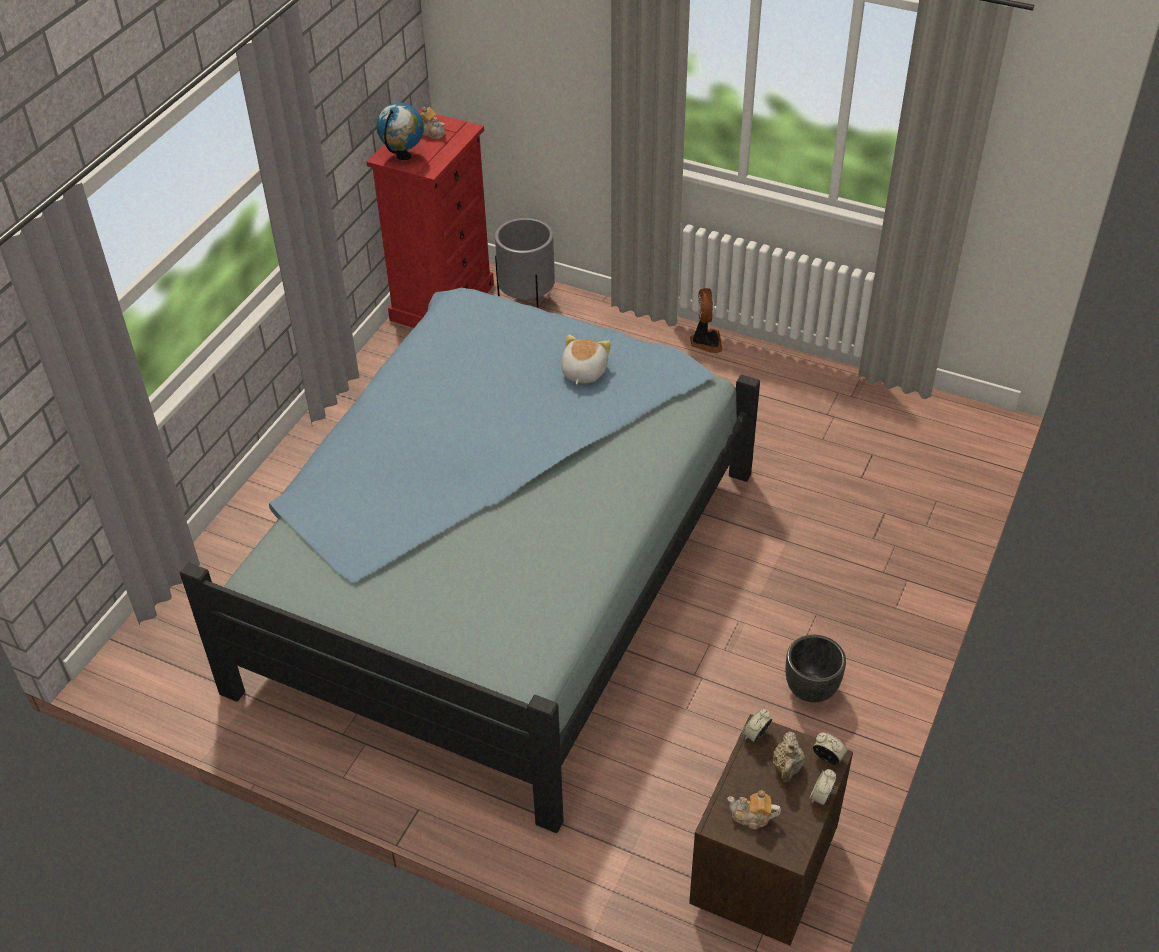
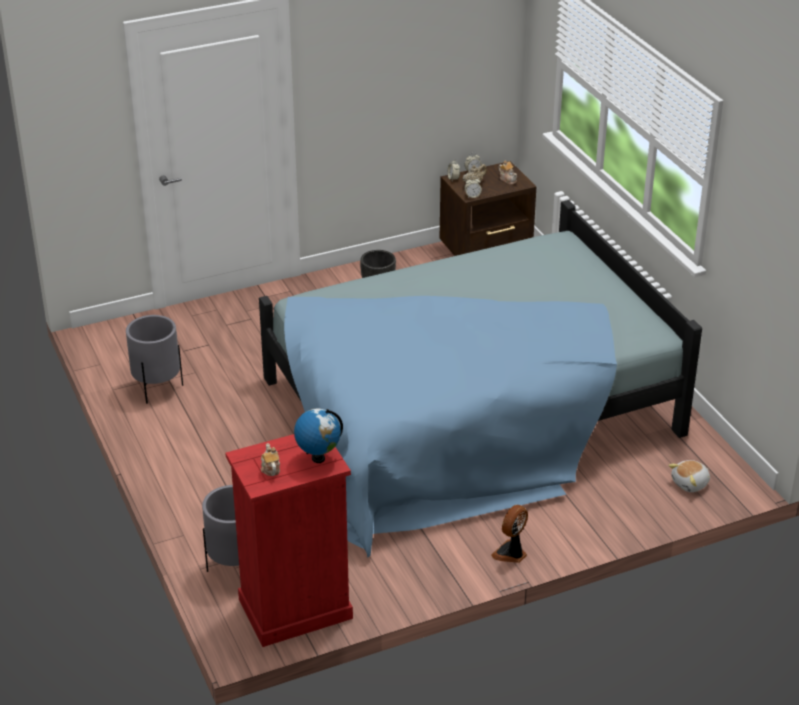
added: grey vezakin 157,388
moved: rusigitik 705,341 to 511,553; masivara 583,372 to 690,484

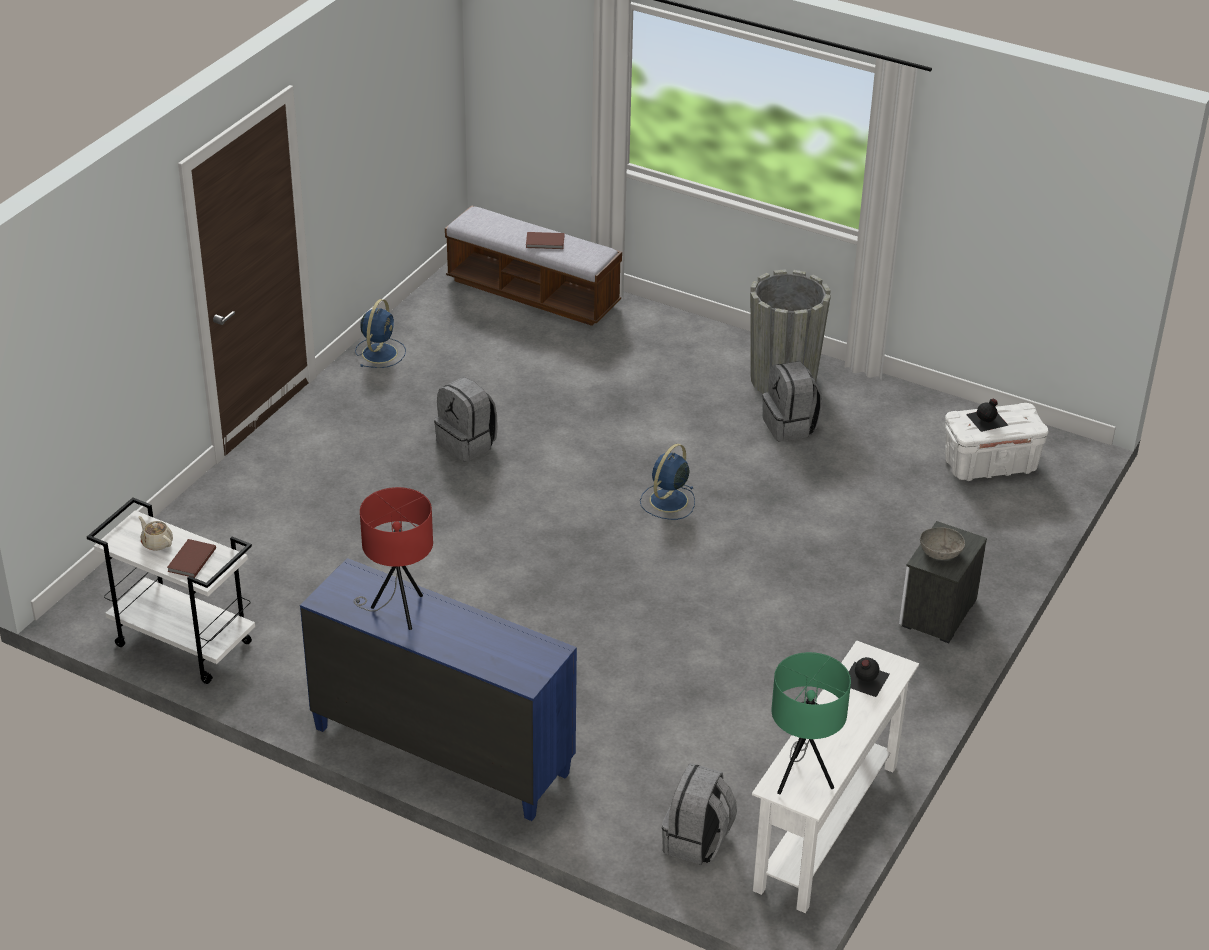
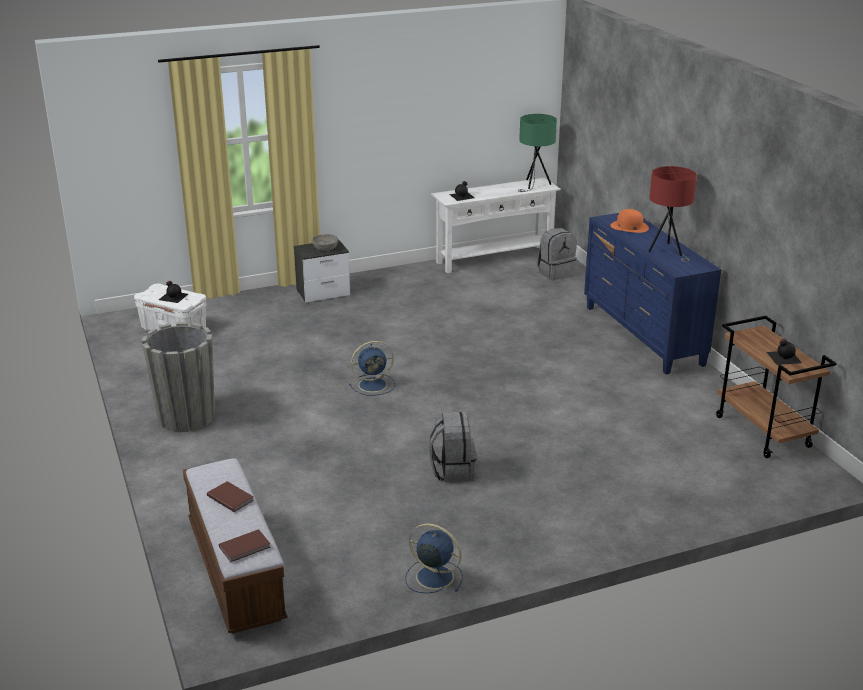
removed: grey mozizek 790,426
added: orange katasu 629,226
moved: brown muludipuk 190,560 to 246,547
replaced: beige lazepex 157,543 to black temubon 783,357
recoloured: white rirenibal 182,644 to brown rirenibal 764,432
turned: blue rusigitik 380,352 = 433,576 60 degrees clockwise

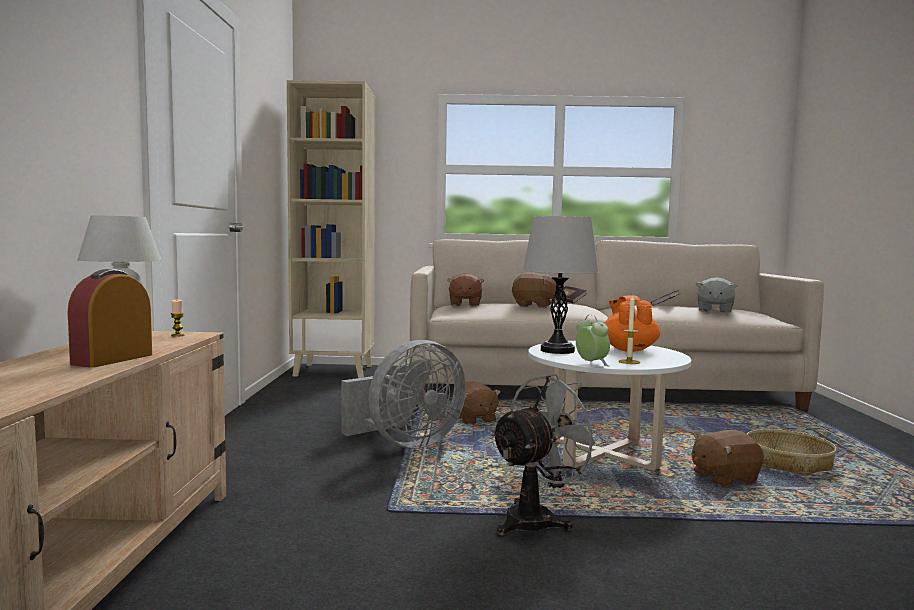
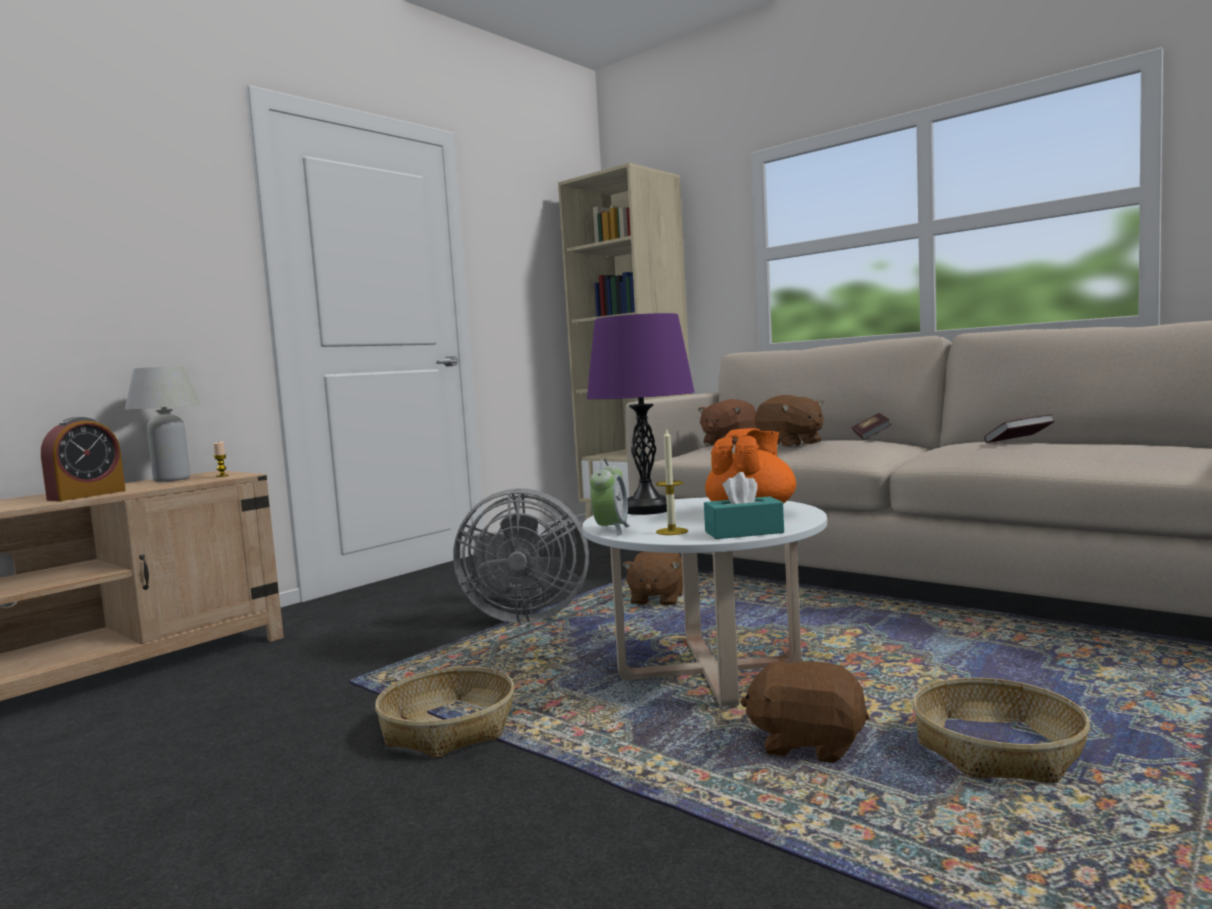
removed: grey masivara 714,310
added: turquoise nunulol 744,532
replaced: grey rusigitik 538,519 to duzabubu 448,728
recoloured: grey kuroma 557,350 to purple kuroma 647,510
turned: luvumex 112,359 = 87,495 150 degrees clockwise

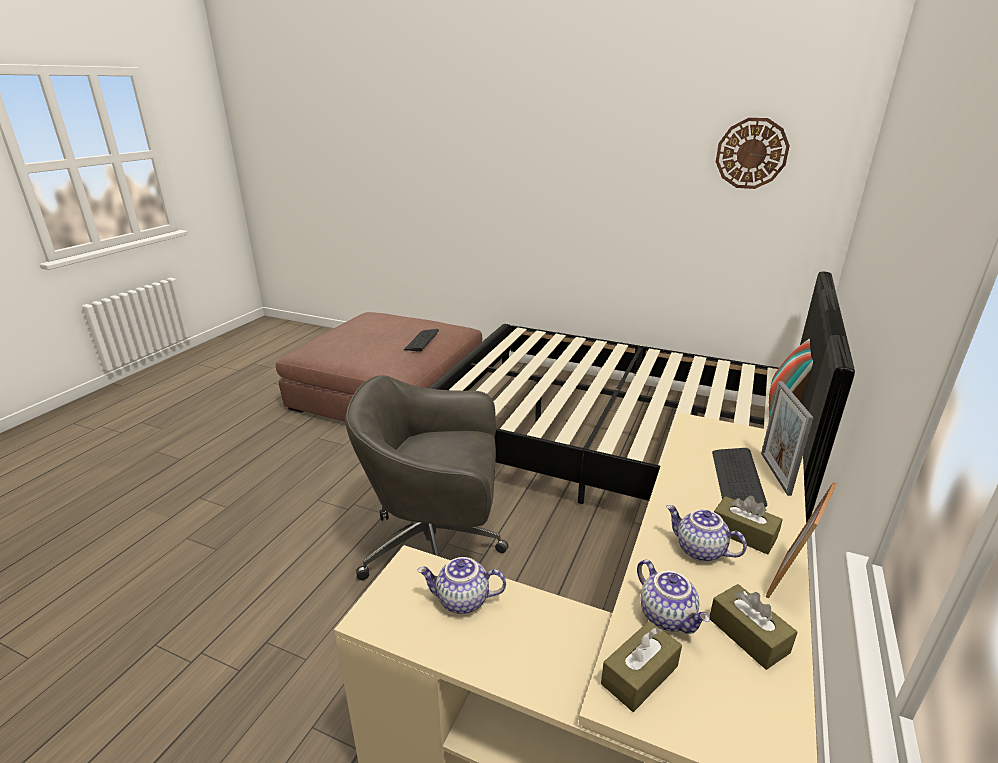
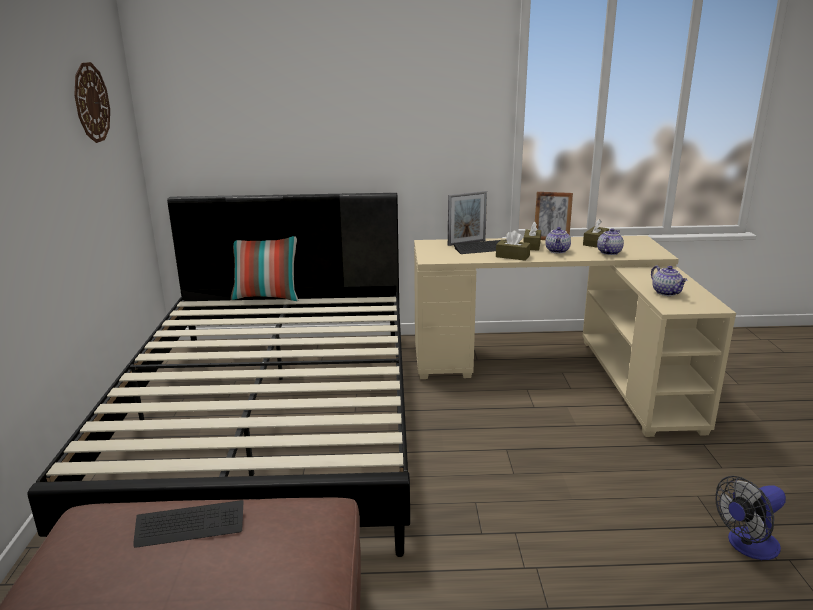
removed: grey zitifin 436,548
added: rusigitik 747,546
moved: brown nunulol 639,675 to 512,256

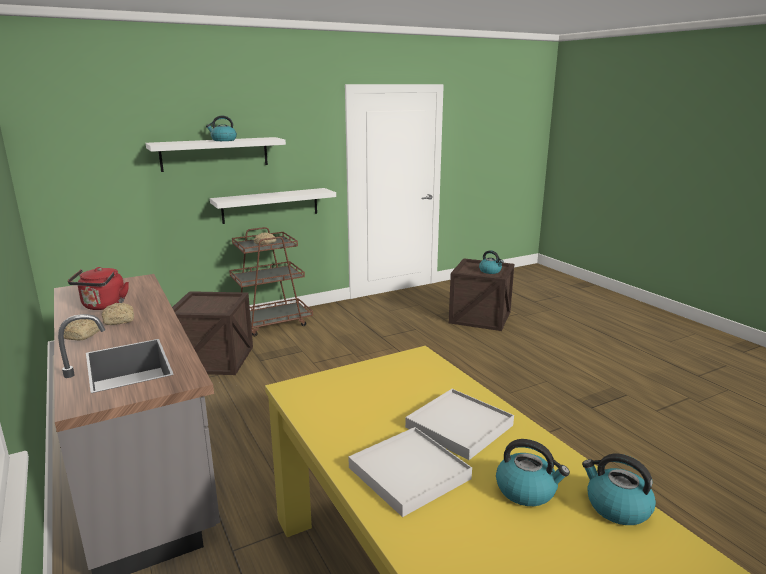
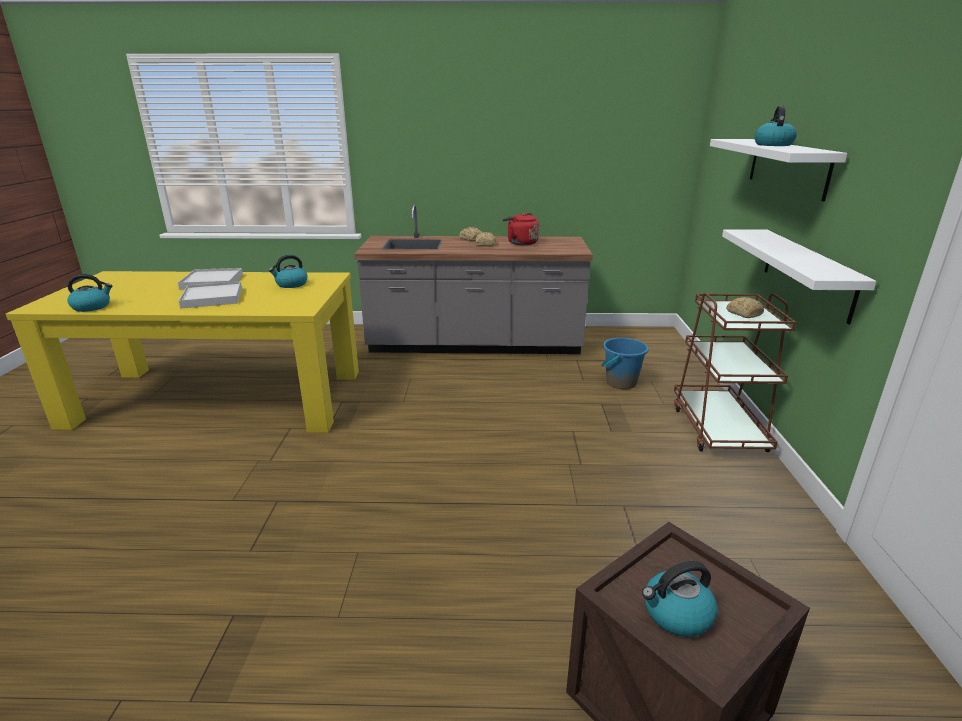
moved: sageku 527,490 to 291,284
replaced: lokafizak 214,359 to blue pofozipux 620,382

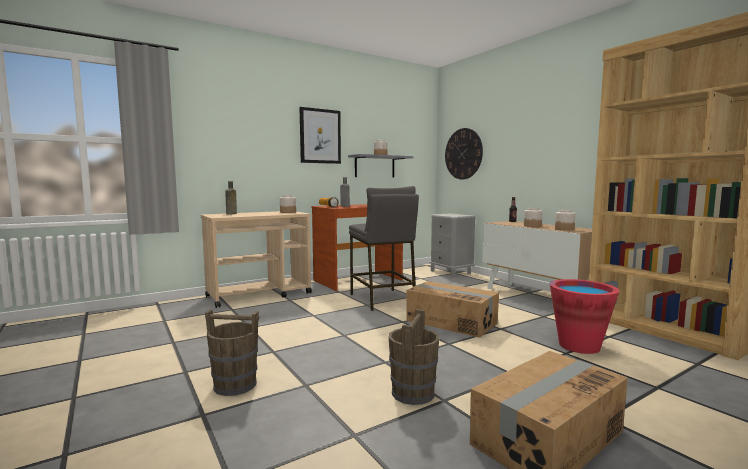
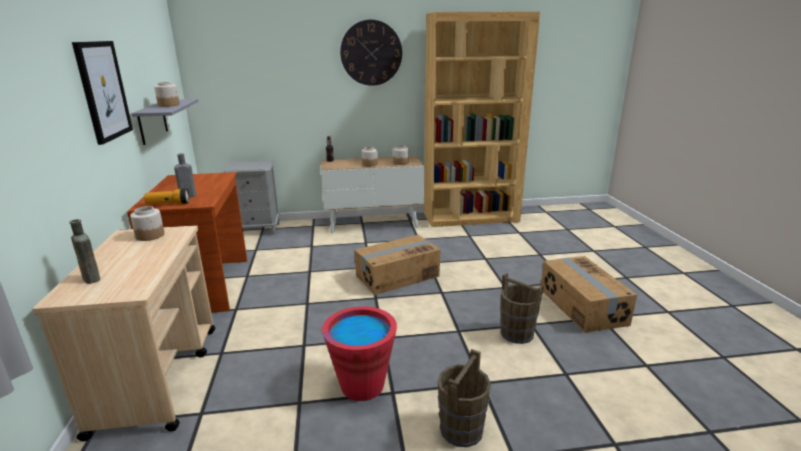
removed: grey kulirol 382,299
moved: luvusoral 463,154 to 371,53; red pofozipux 579,346 to 362,385

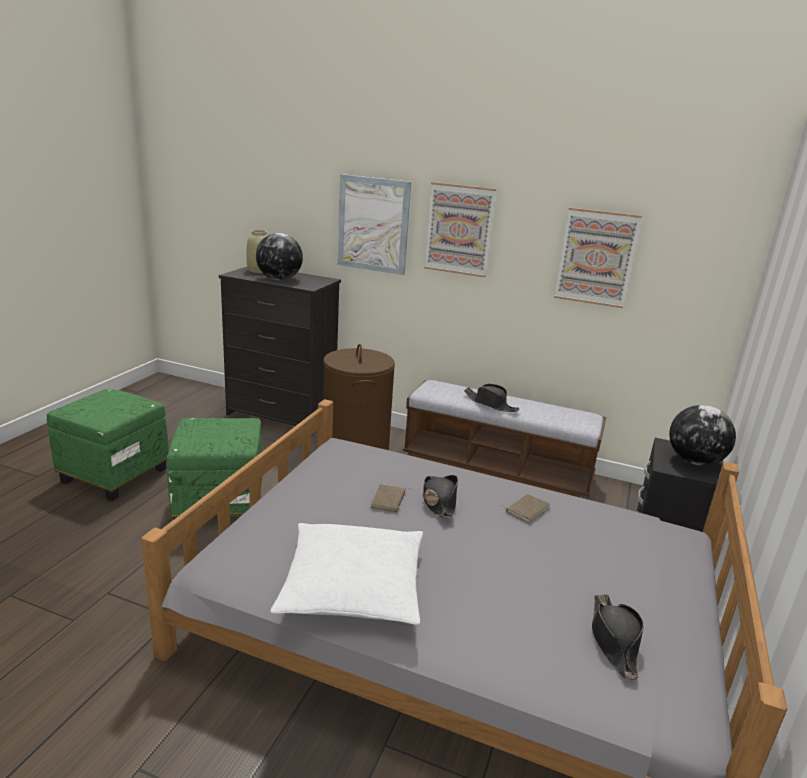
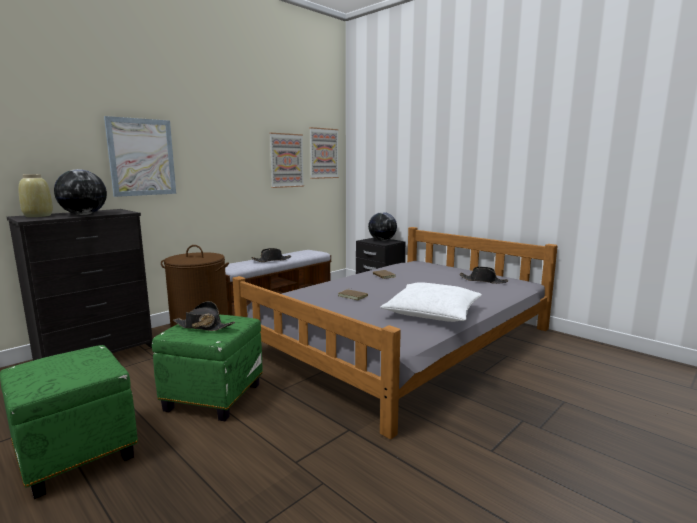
moved: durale 459,229 to 323,153; black katasu 439,501 to 203,326

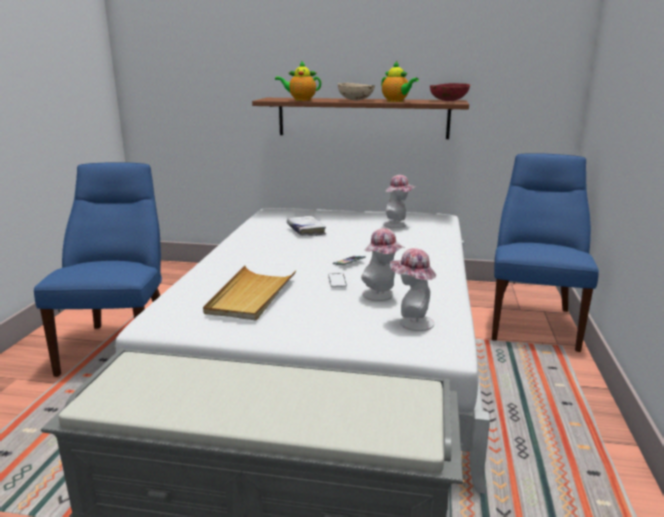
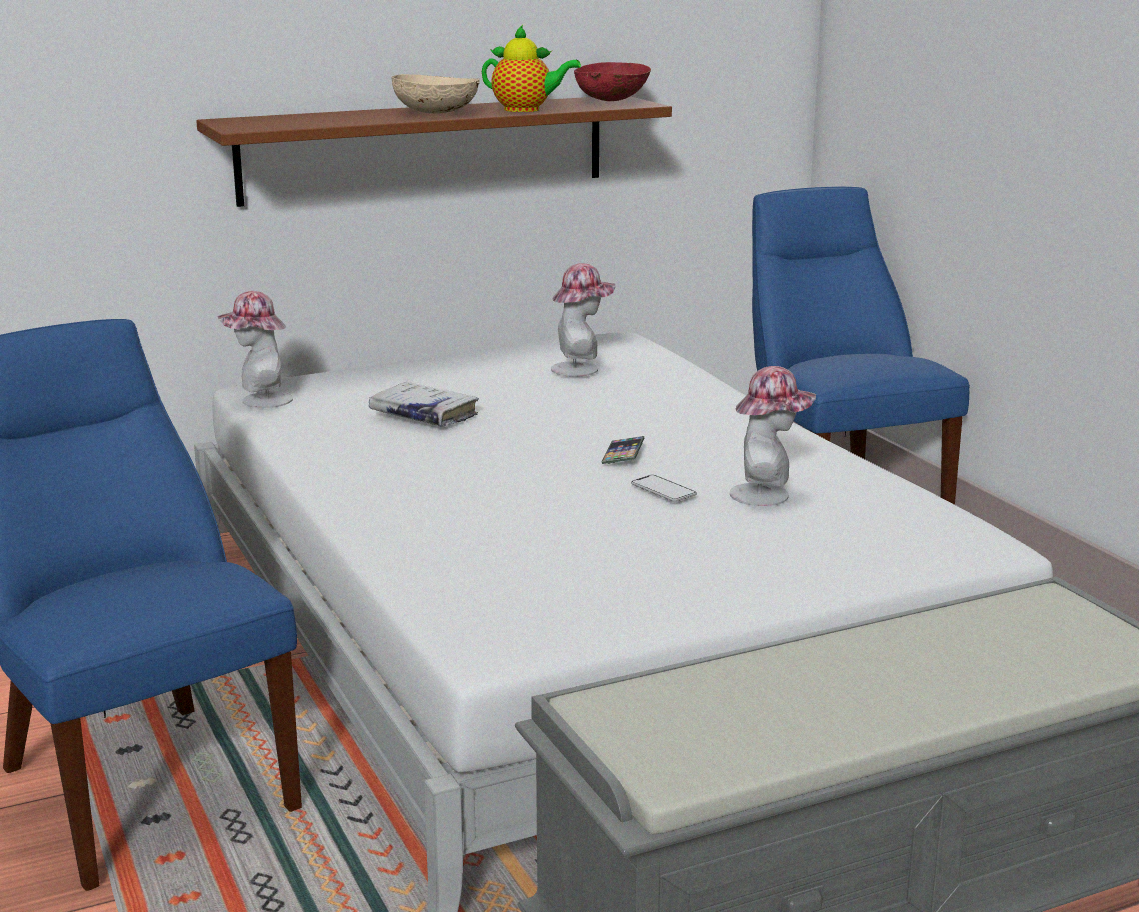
removed: lazepex 300,100; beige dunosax 251,296
moved: katasu 411,322 to 260,401

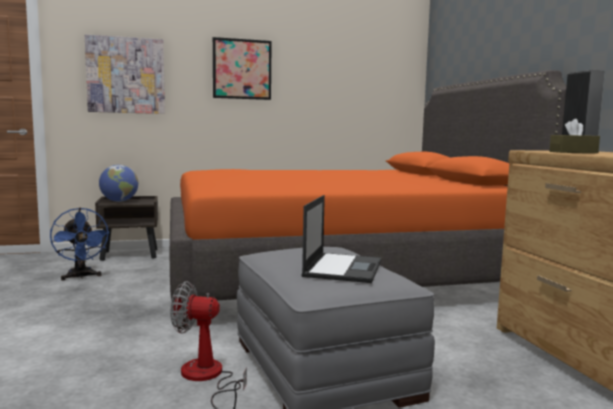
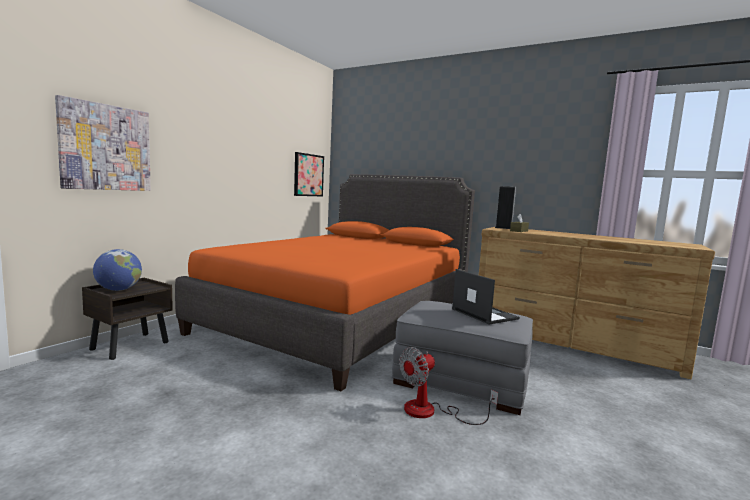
removed: blue rusigitik 81,277
moved: durale 242,69 to 308,175

